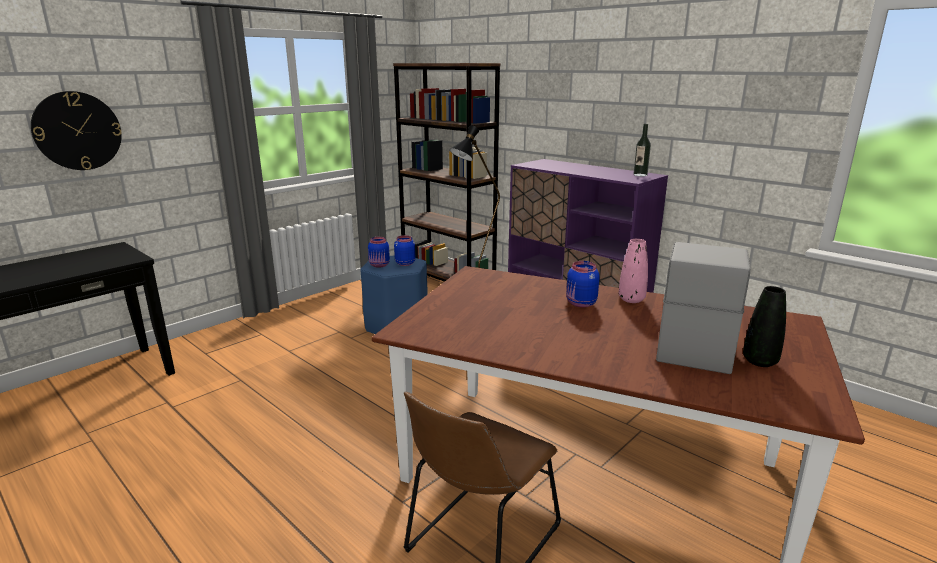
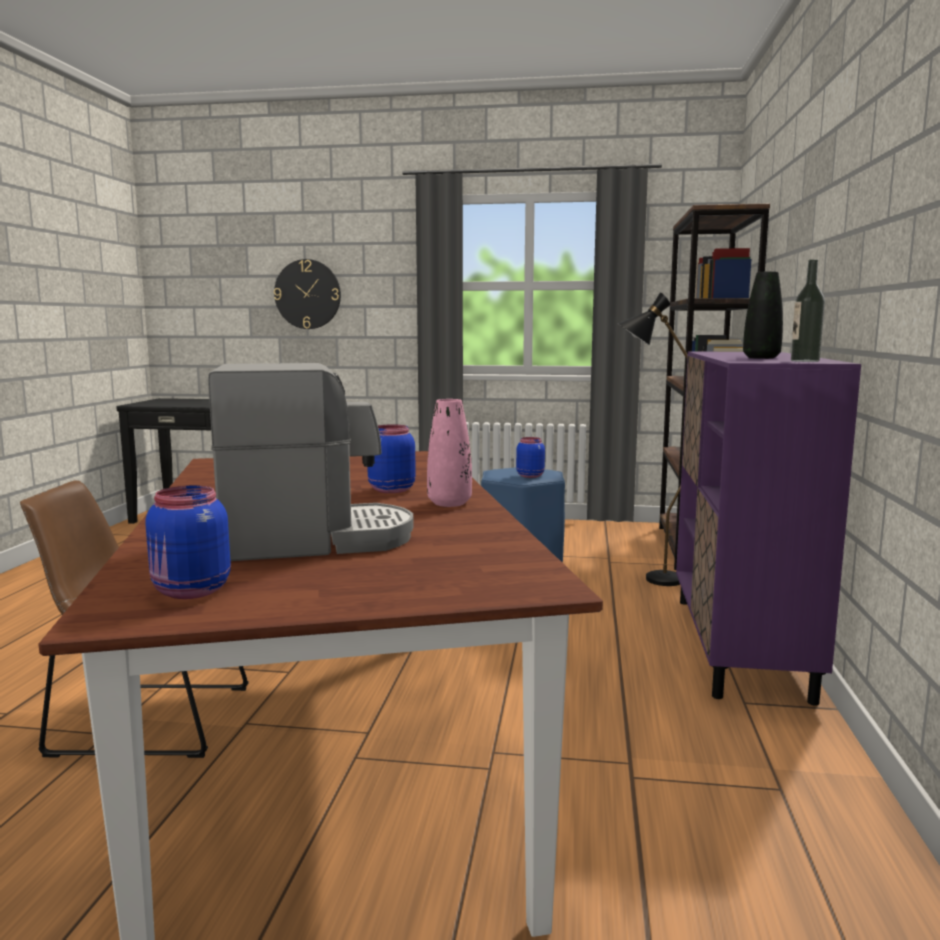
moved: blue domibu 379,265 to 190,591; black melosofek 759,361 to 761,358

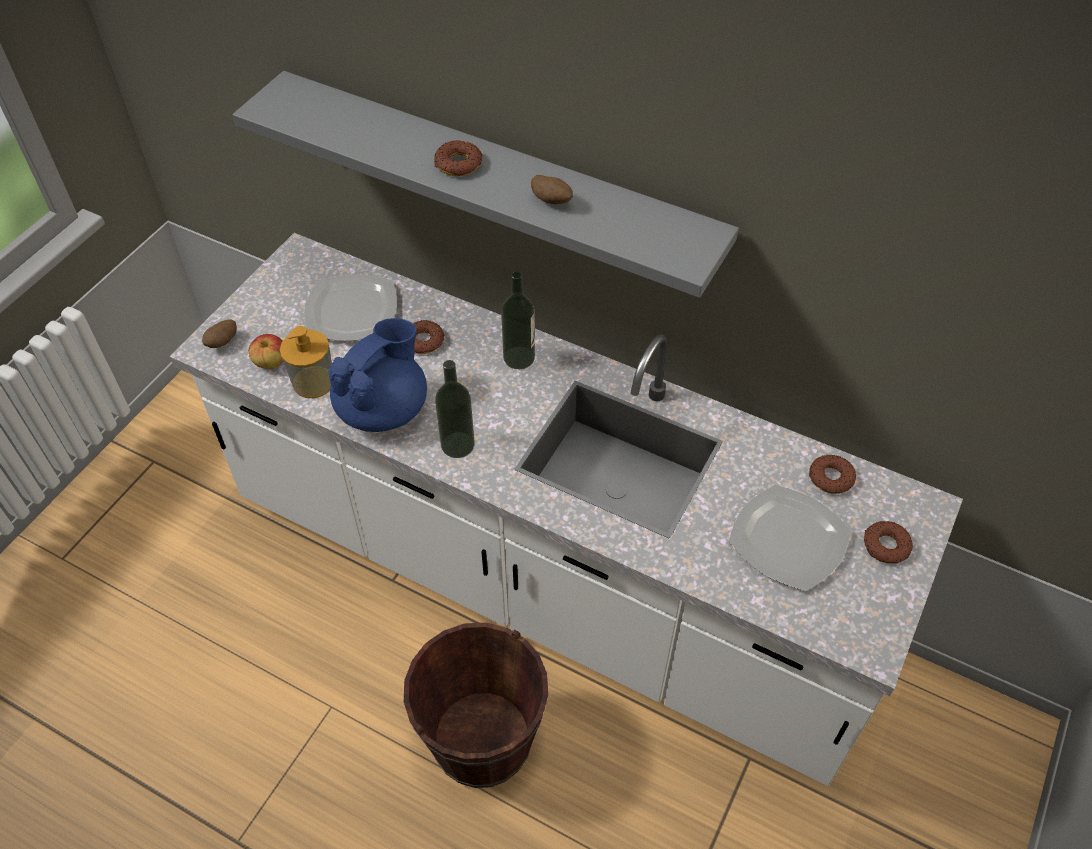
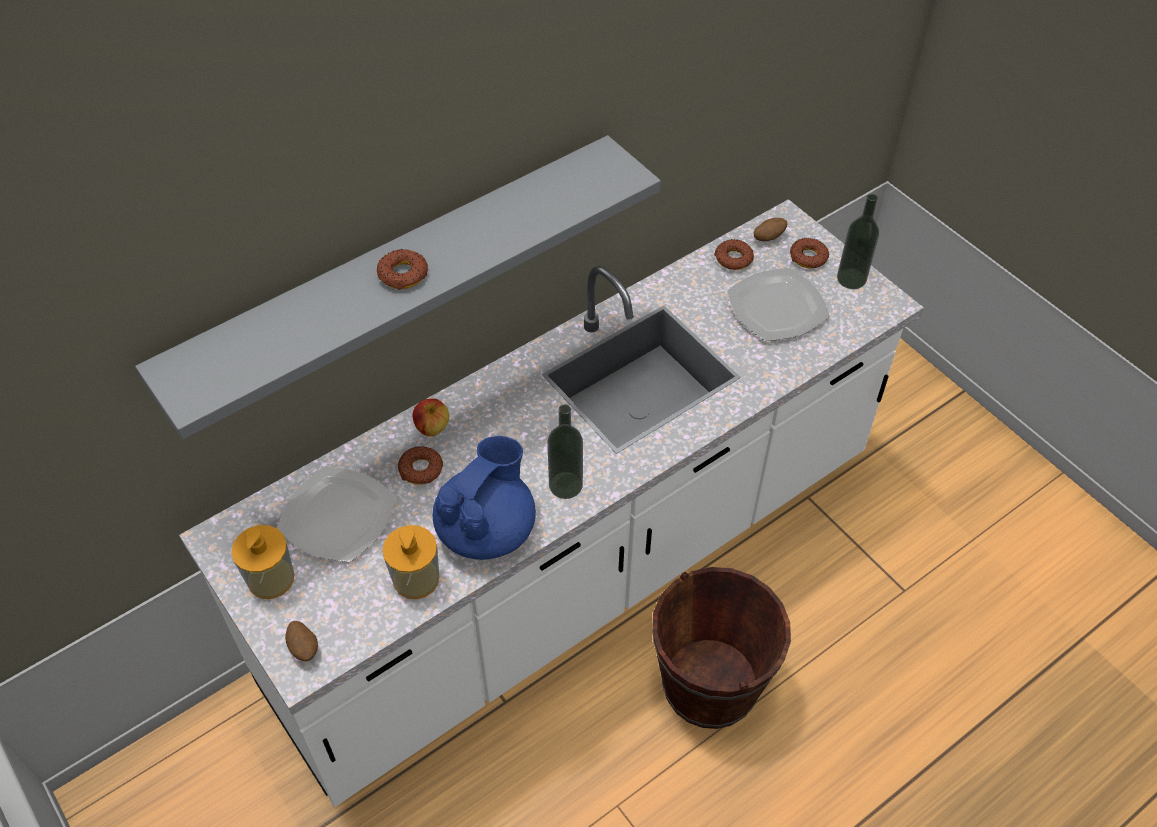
added: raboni 271,578
moved: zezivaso 552,201 to 768,237; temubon 519,357 to 851,278; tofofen 271,363 to 432,428
turned: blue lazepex 383,408 = 487,529 60 degrees clockwise

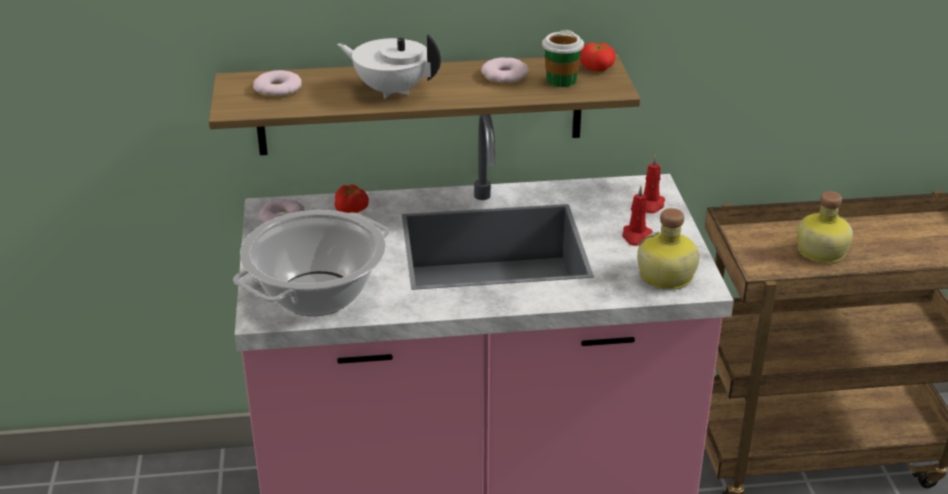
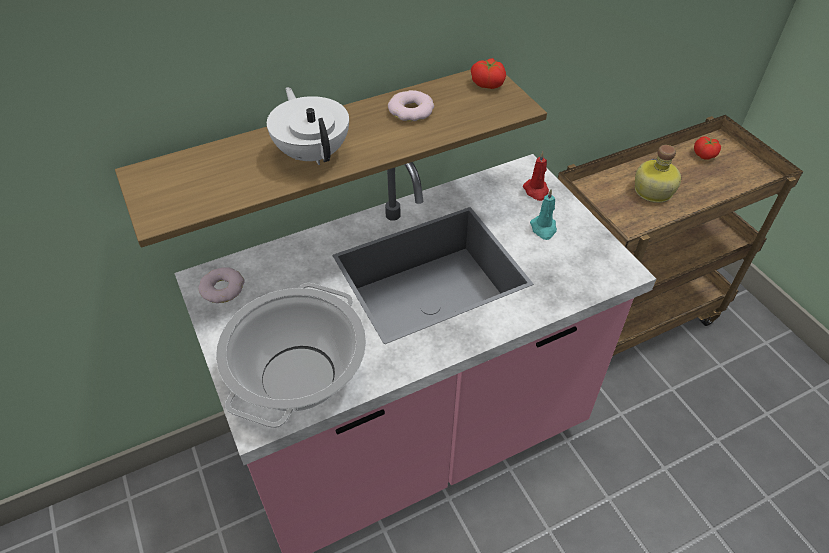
removed: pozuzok 561,80; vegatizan 277,89; temubon 666,277
moved: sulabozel 352,210 to 705,155
recoloured: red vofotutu 636,236 to turquoise vofotutu 543,229
turned: white lazepex 391,90 = 313,153 60 degrees clockwise

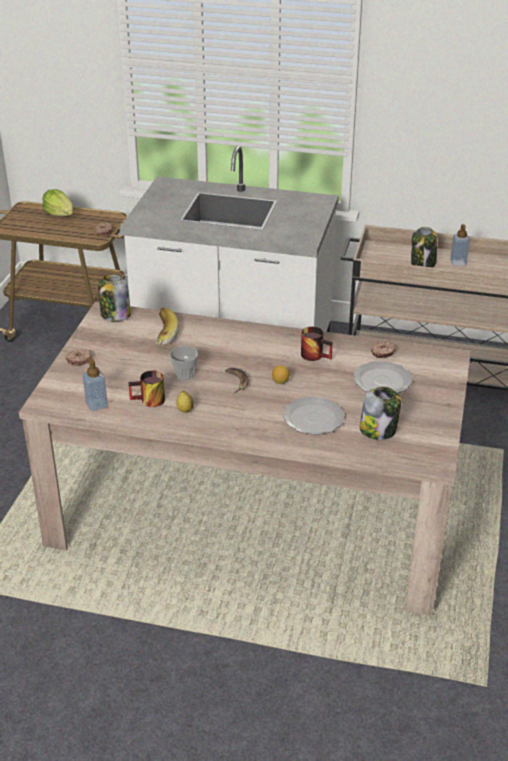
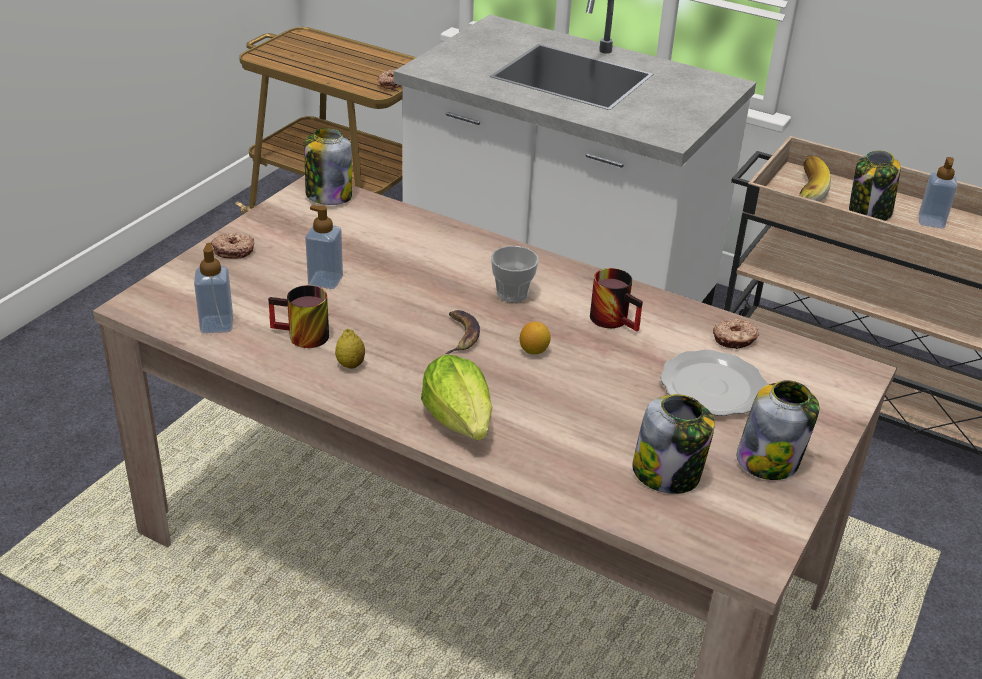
removed: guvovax 314,418
added: raboni 325,280; domibu 769,460
moved: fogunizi 60,214 to 460,420; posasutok 161,334 to 803,191; pozuzok 184,374 to 512,293

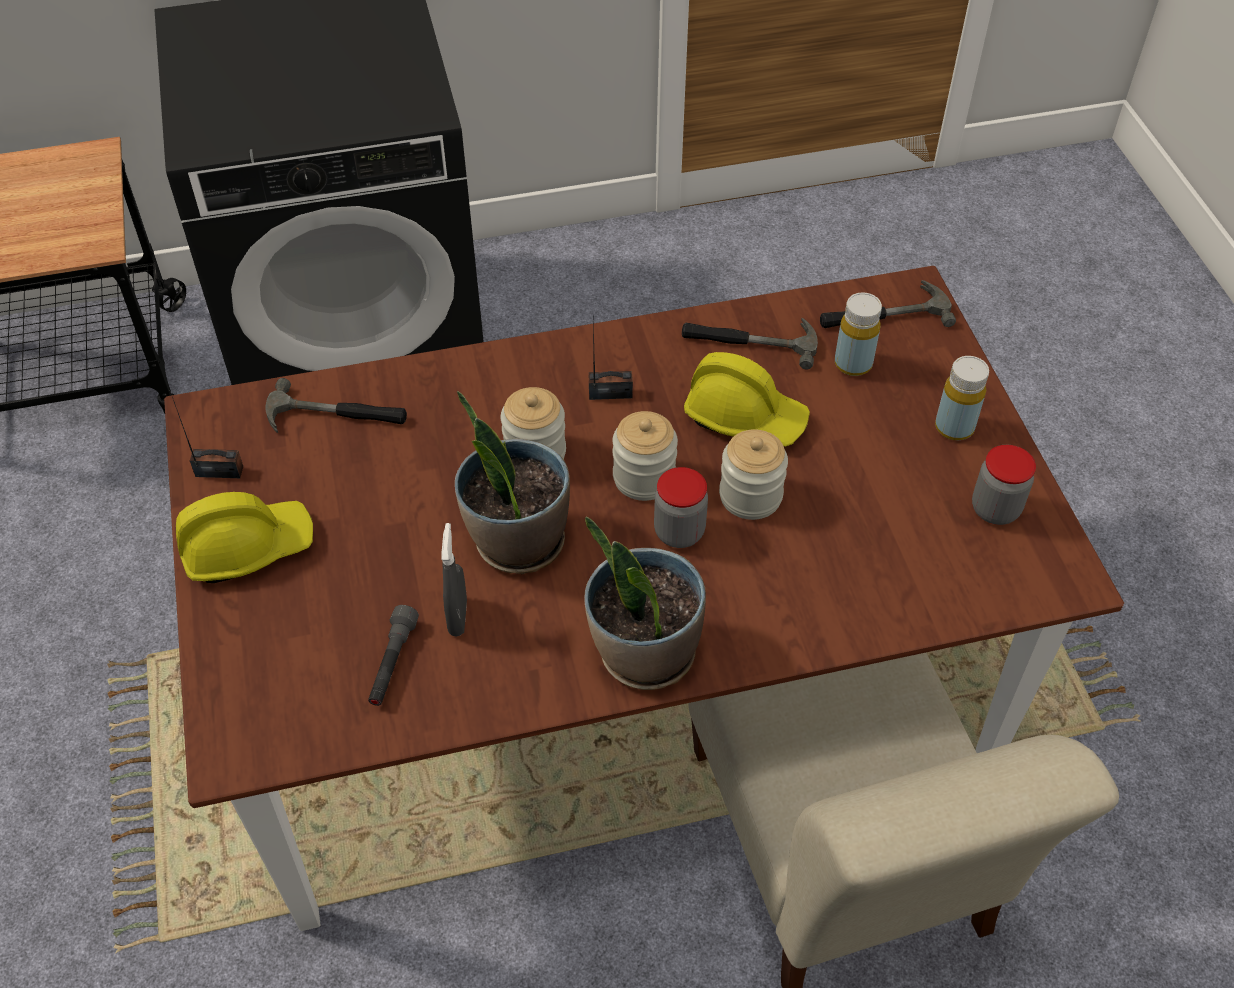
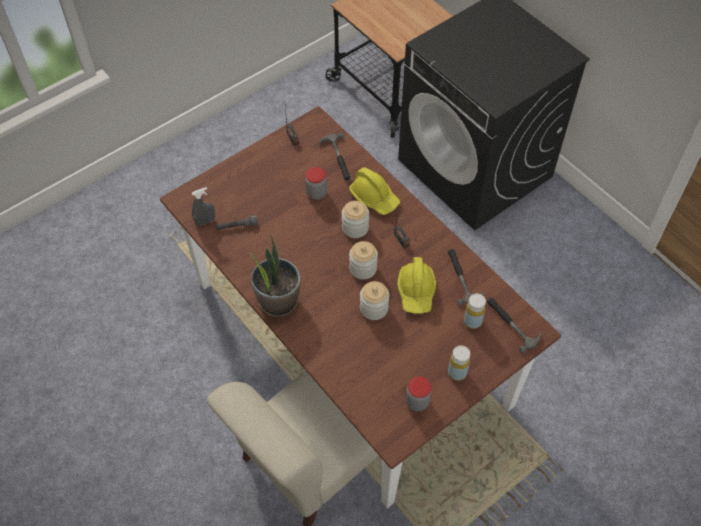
removed: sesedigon 517,542
moved: domibu 679,532 to 316,193; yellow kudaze 247,547 to 374,197; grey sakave 458,617 to 205,221

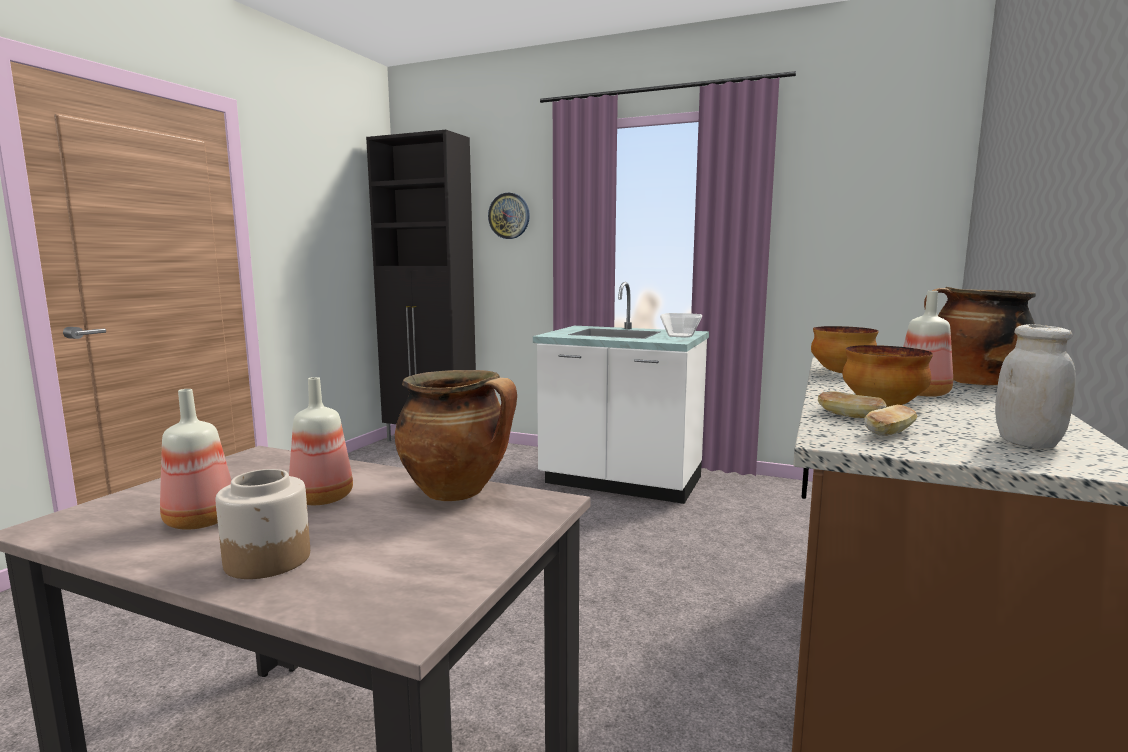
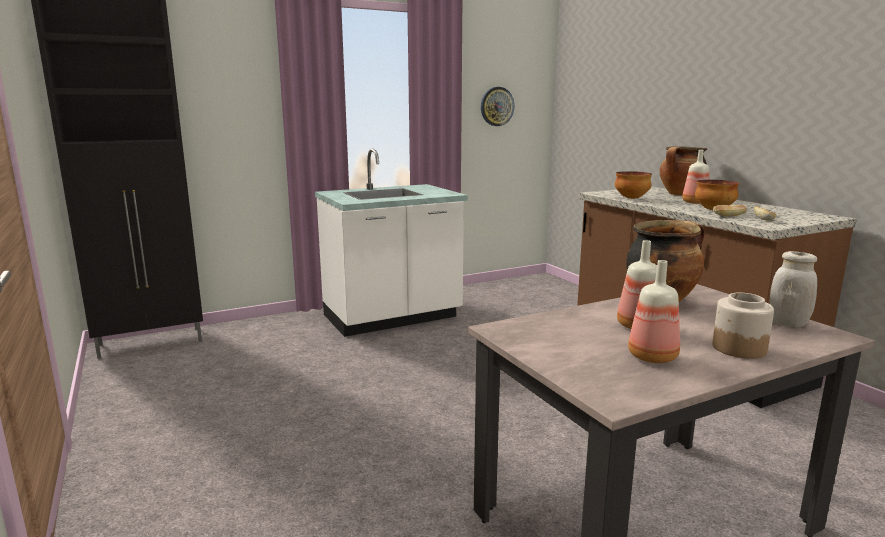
removed: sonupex 681,336
moved: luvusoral 509,216 to 496,106; white domibu 1027,442 to 788,323

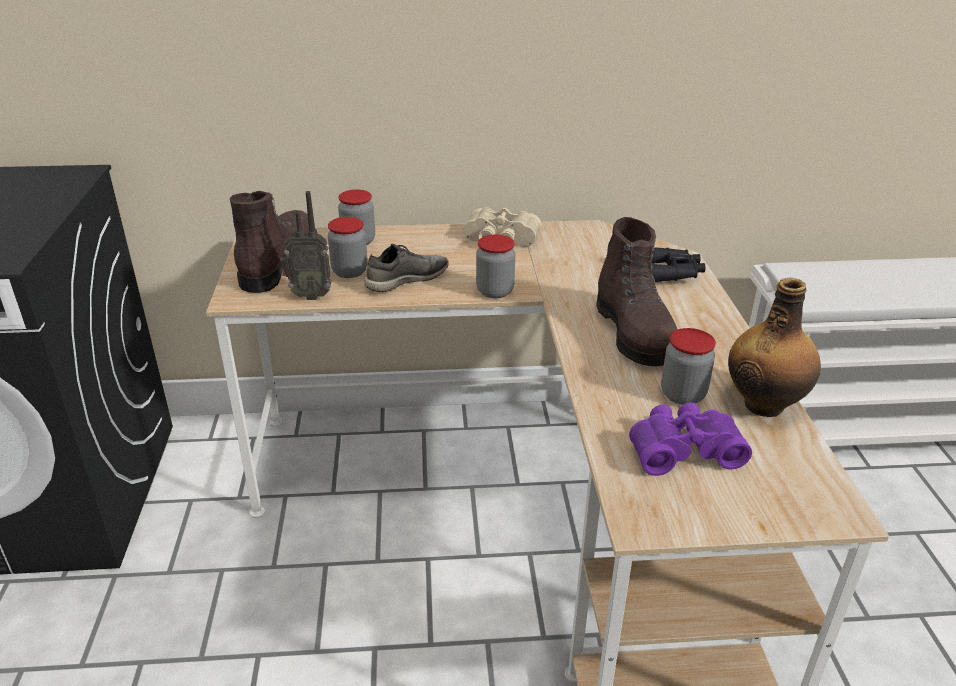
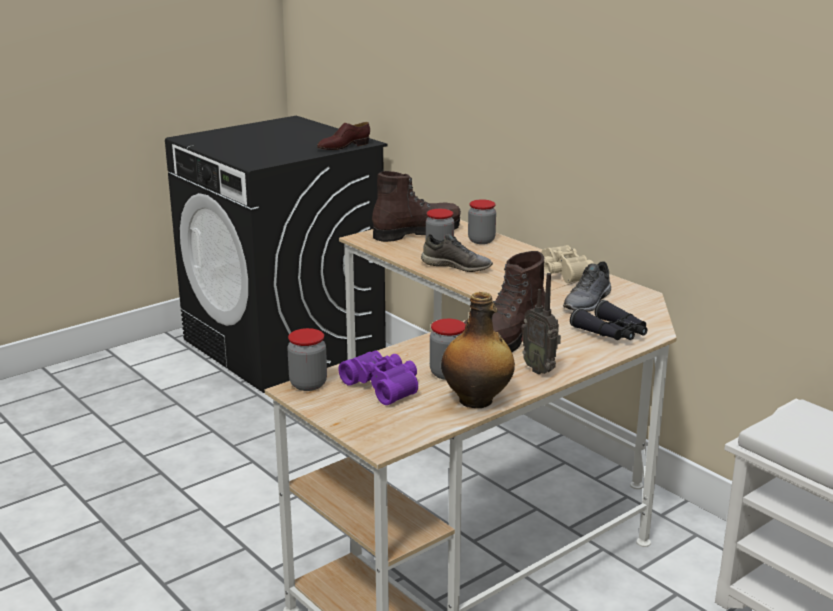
added: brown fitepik 343,147; grey fitepik 588,302
moved: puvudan 310,295 to 540,369; domibu 495,291 to 308,384

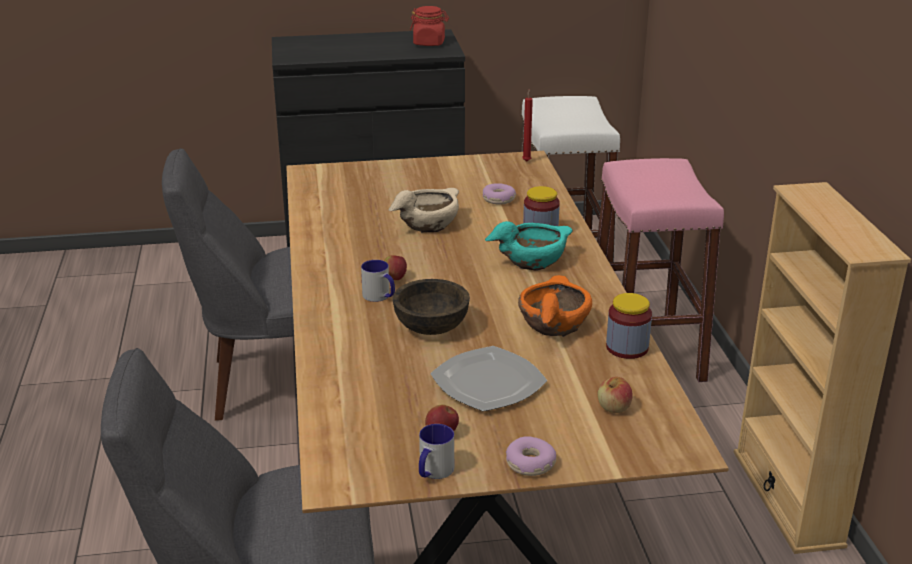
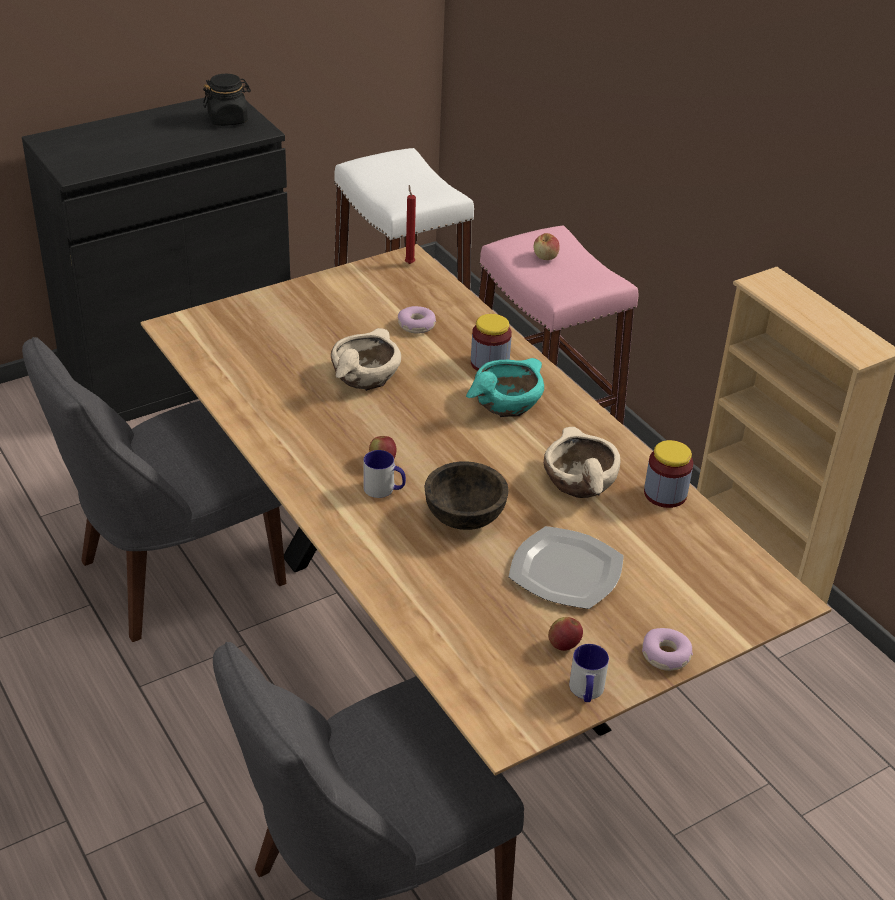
moved: tofofen 614,408 to 545,257
recoloured: red domibu 429,43 to black domibu 228,119; orange sonupex 553,324 to beige sonupex 579,482

